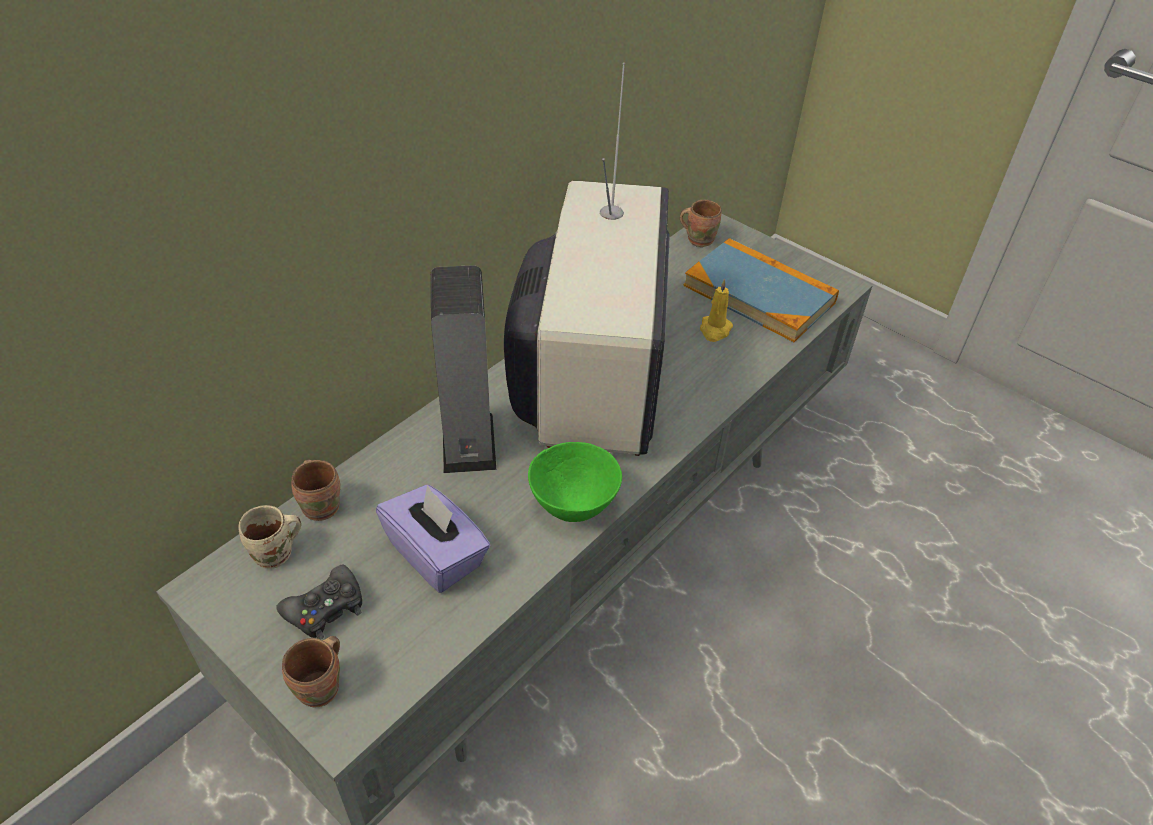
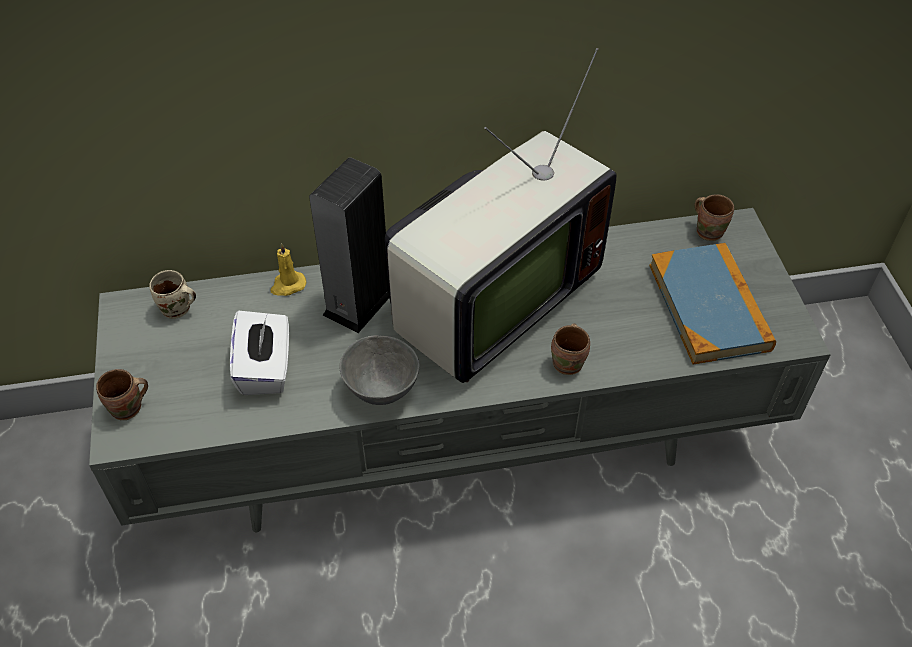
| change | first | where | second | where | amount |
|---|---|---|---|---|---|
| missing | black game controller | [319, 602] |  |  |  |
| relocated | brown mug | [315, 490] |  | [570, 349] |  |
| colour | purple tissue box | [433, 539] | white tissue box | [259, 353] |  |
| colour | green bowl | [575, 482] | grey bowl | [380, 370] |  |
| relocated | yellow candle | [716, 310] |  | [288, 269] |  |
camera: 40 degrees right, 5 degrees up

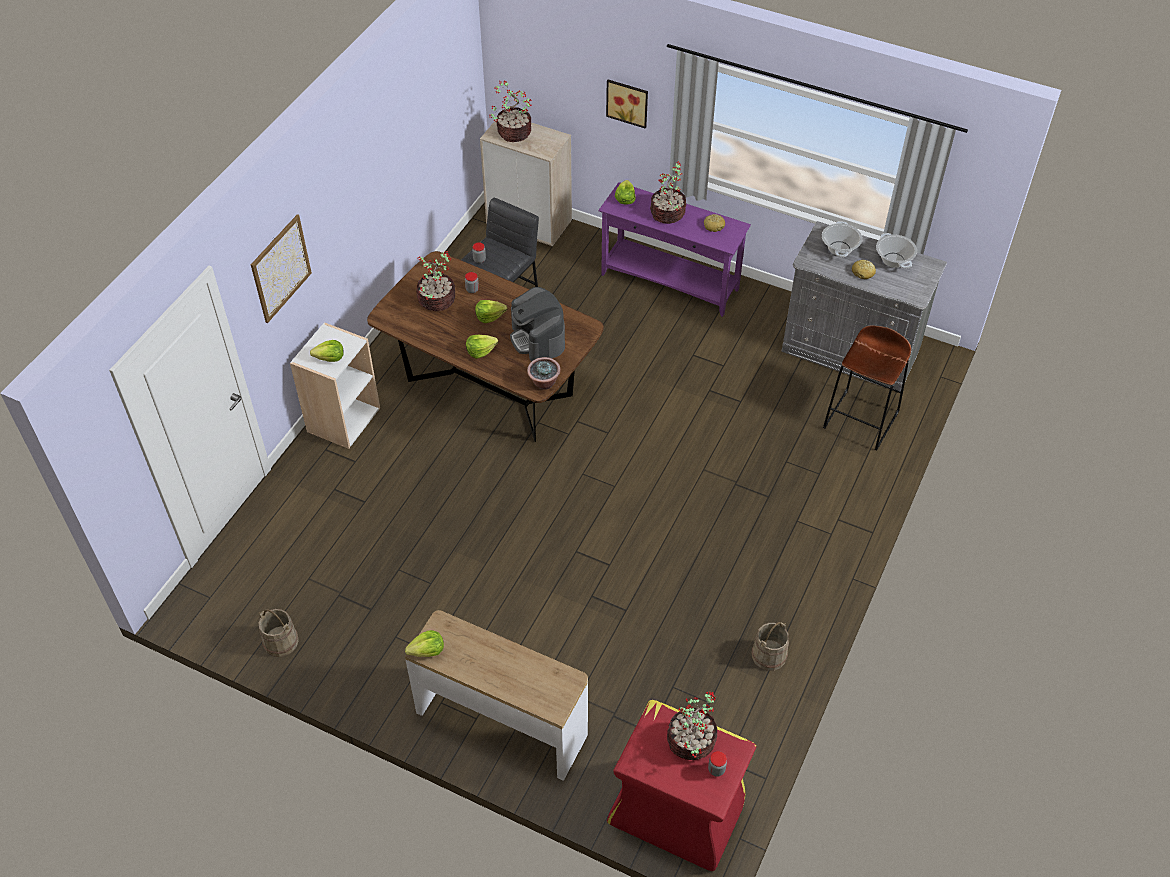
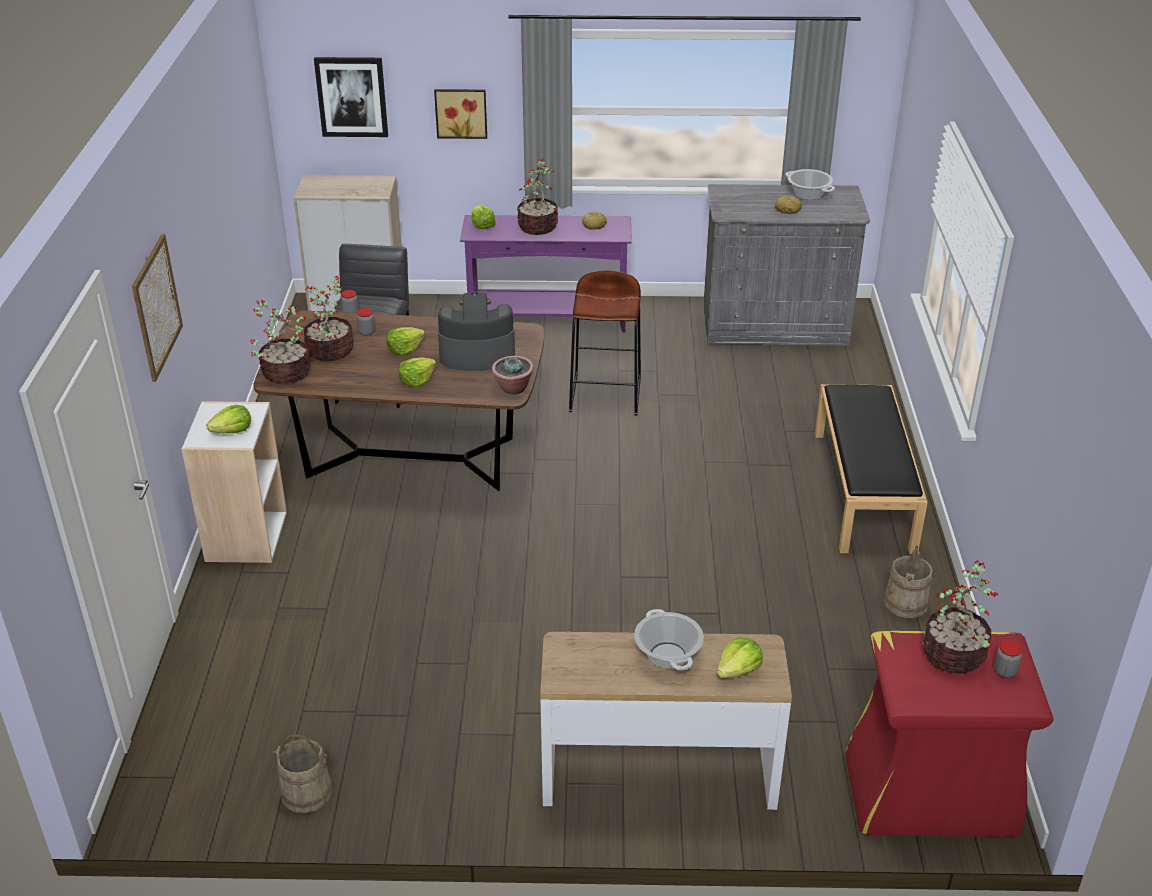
| change | first | where | second | where | amount |
|---|---|---|---|---|---|
| relocated | lettuce | [424, 643] |  | [740, 658] |  |
| relocated | potted plant | [510, 111] |  | [280, 342] |  |
| spun | coffee machine | [537, 324] |  | [476, 331] | 135 degrees clockwise |
| relocated | cooking pot | [842, 239] |  | [669, 639] |  |
| relocated | brown stool | [867, 387] |  | [605, 343] |  |
| appeared |  |  | picture | [351, 97] |  |
| appeared |  |  | black bench | [871, 469] |  |
camera: 25 degrees left, 15 degrees down

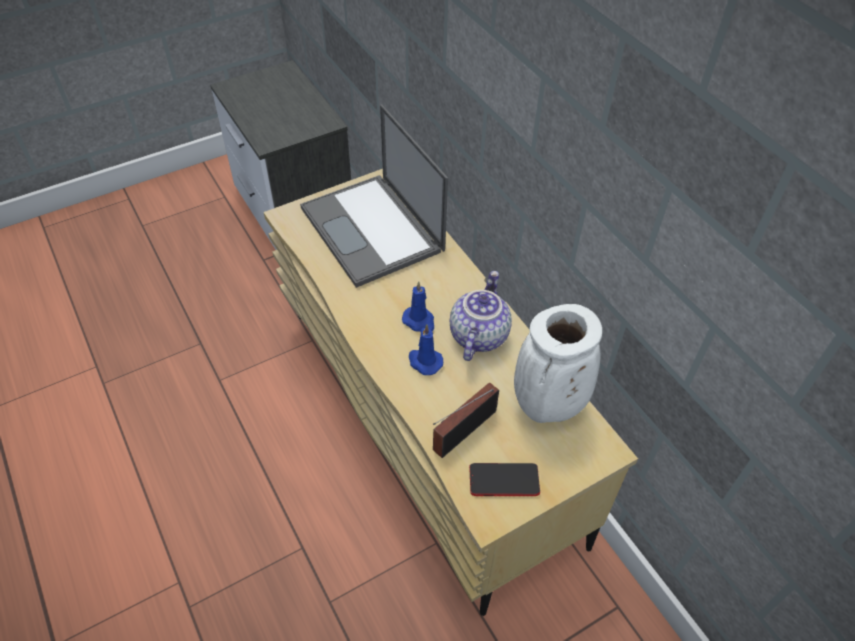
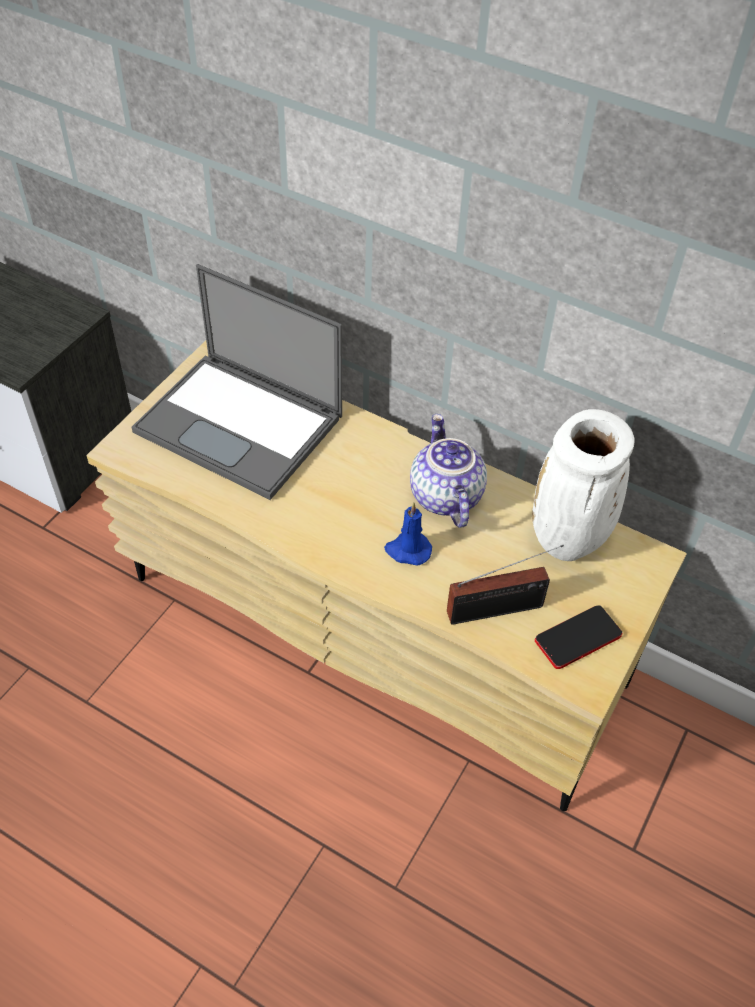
| change | first | where | second | where | amount |
|---|---|---|---|---|---|
| missing | blue candle | [418, 306] |  |  |  |
| spun | radio | [466, 420] |  | [505, 585] | 120 degrees counterclockwise |
camera: 30 degrees left, 0 degrees up

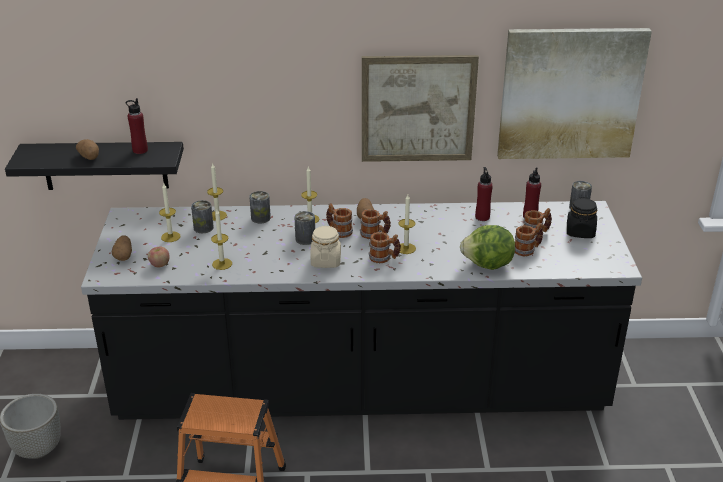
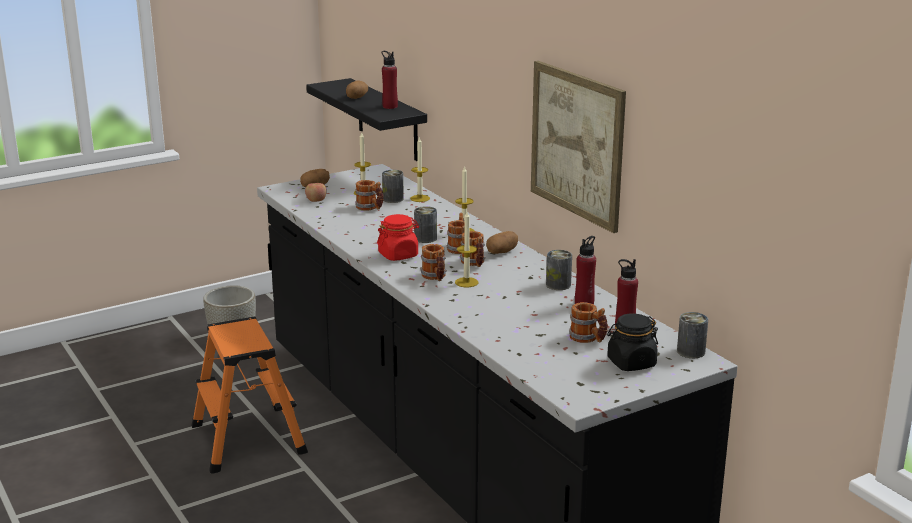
| change | first | where | second | where | amount |
|---|---|---|---|---|---|
| missing | candle | [221, 240] |  |  |  |
| relocated | can | [260, 207] |  | [559, 270] |  |
| colour | beige jar | [325, 247] | red jar | [398, 237] |  |
| missing | lettuce | [487, 247] |  |  |  |
| missing | picture | [574, 93] |  |  |  |
| relocated | mug | [529, 239] |  | [369, 195] |  |
camera: 60 degrees right, 10 degrees down

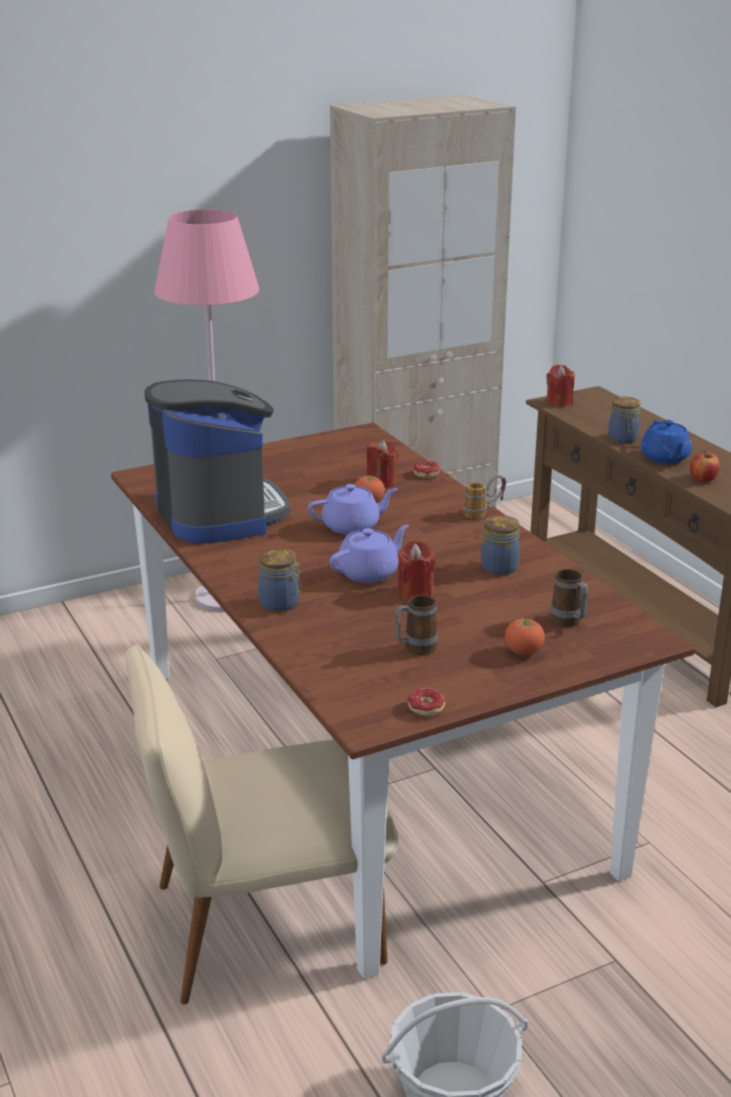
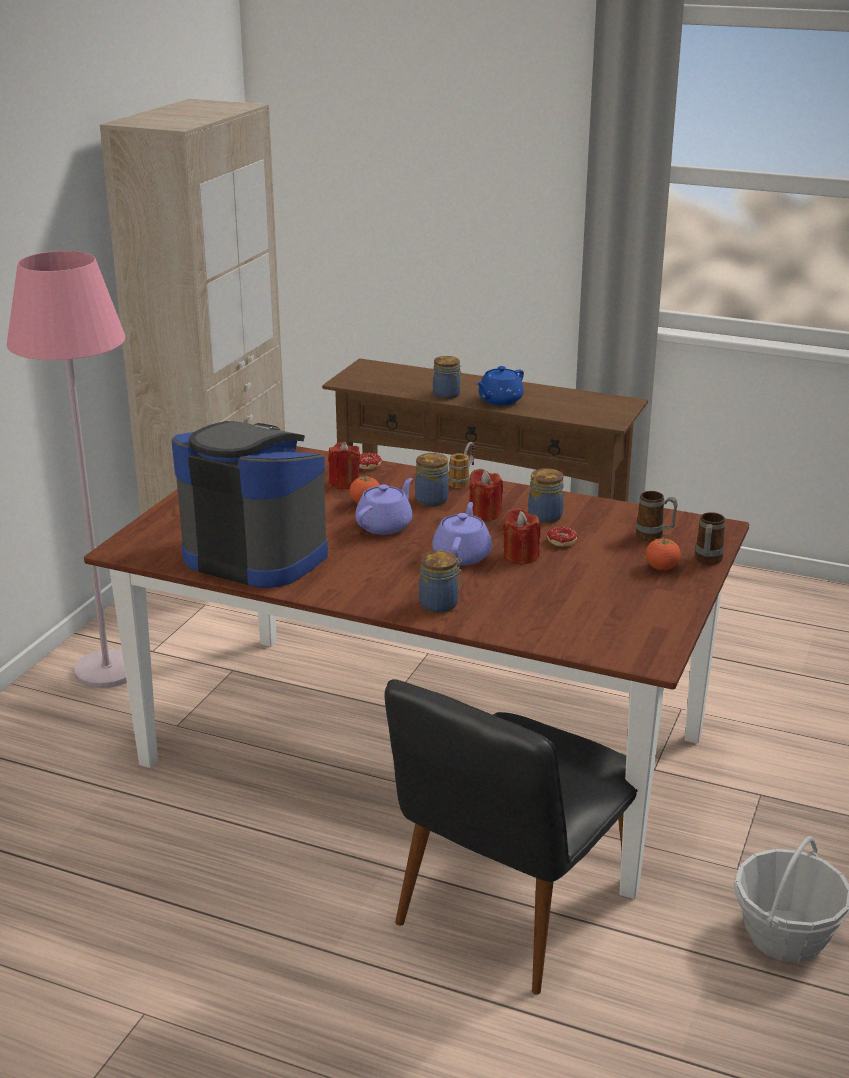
| change | first | where | second | where | amount |
|---|---|---|---|---|---|
| colour | beige chair | [261, 824] | black chair | [511, 836] |  |
| relocated | mug | [416, 625] |  | [710, 538] |  |
| relocated | donut | [426, 702] |  | [562, 537] |  |
| relocated | red candle | [560, 386] |  | [486, 495] |  |
| spun | blue teapot | [666, 442] |  | [500, 385] | 90 degrees clockwise |
| missing | apple | [705, 466] |  |  |  |
| appeared |  |  | jar | [432, 479] |  |
camera: 40 degrees left, 0 degrees up

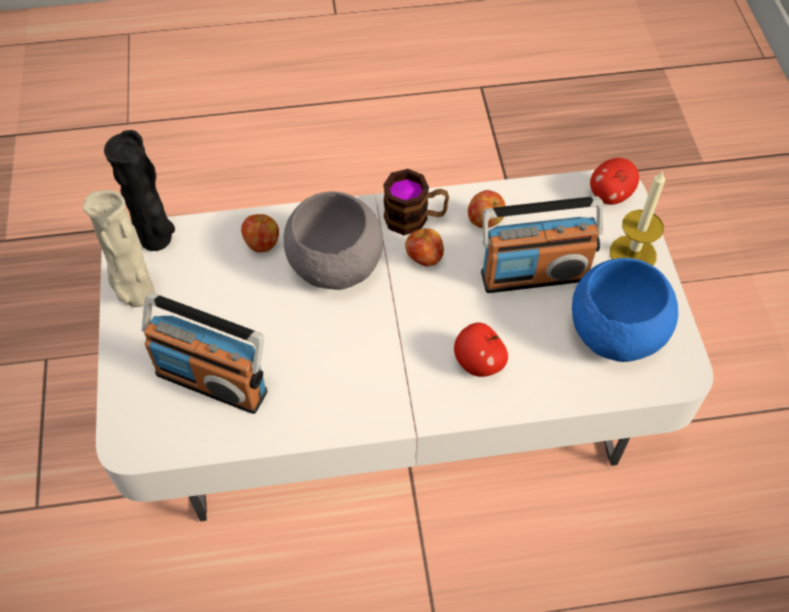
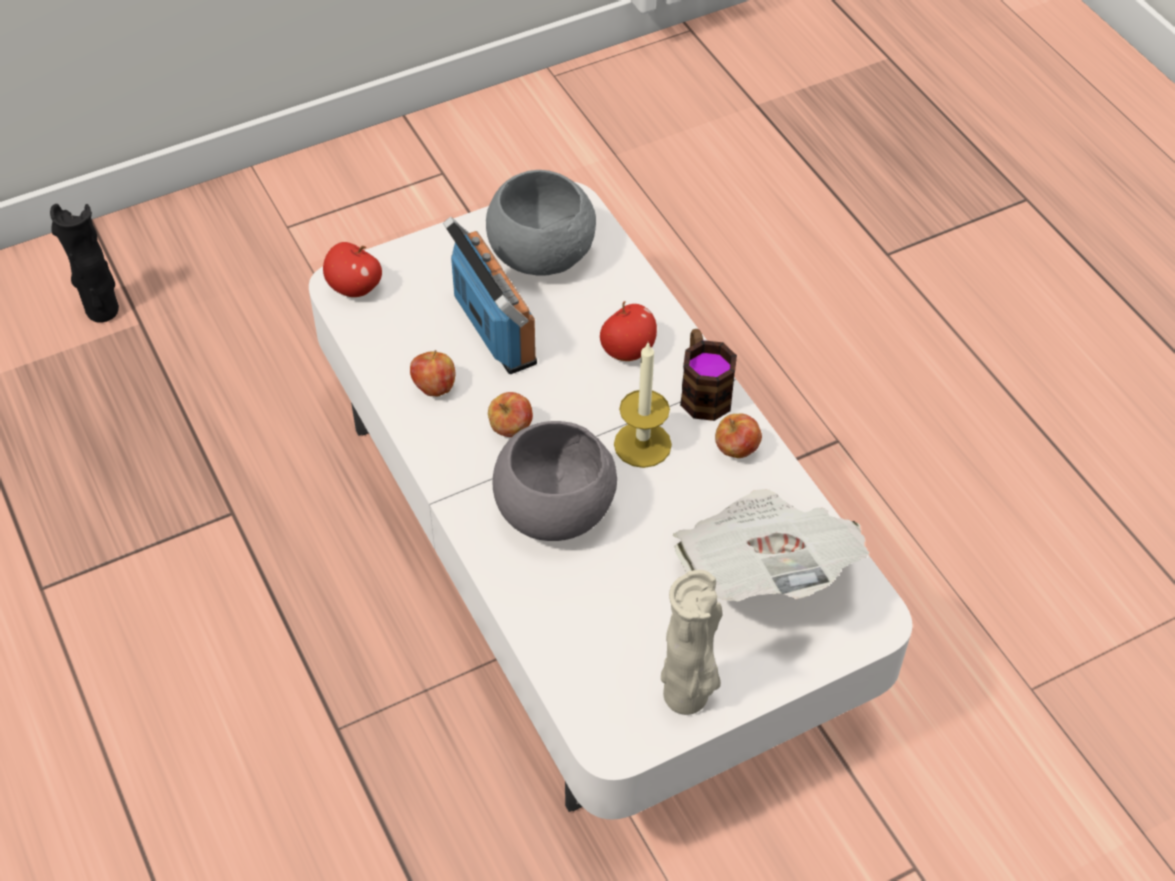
| change | first | where | second | where | amount |
|---|---|---|---|---|---|
| relocated | black vase | [139, 190] |  | [84, 263] |  |
| exchanged | radio | [205, 353] | newspaper | [771, 545] |  |
| relocated | apple | [260, 233] |  | [738, 435] |  |
| relocated | mug | [416, 202] |  | [708, 375] |  |
| colour | blue bowl | [625, 310] | grey bowl | [541, 223] |  |
| relocated | candle | [637, 218] |  | [643, 405] |  |
camera: 110 degrees left, 5 degrees down

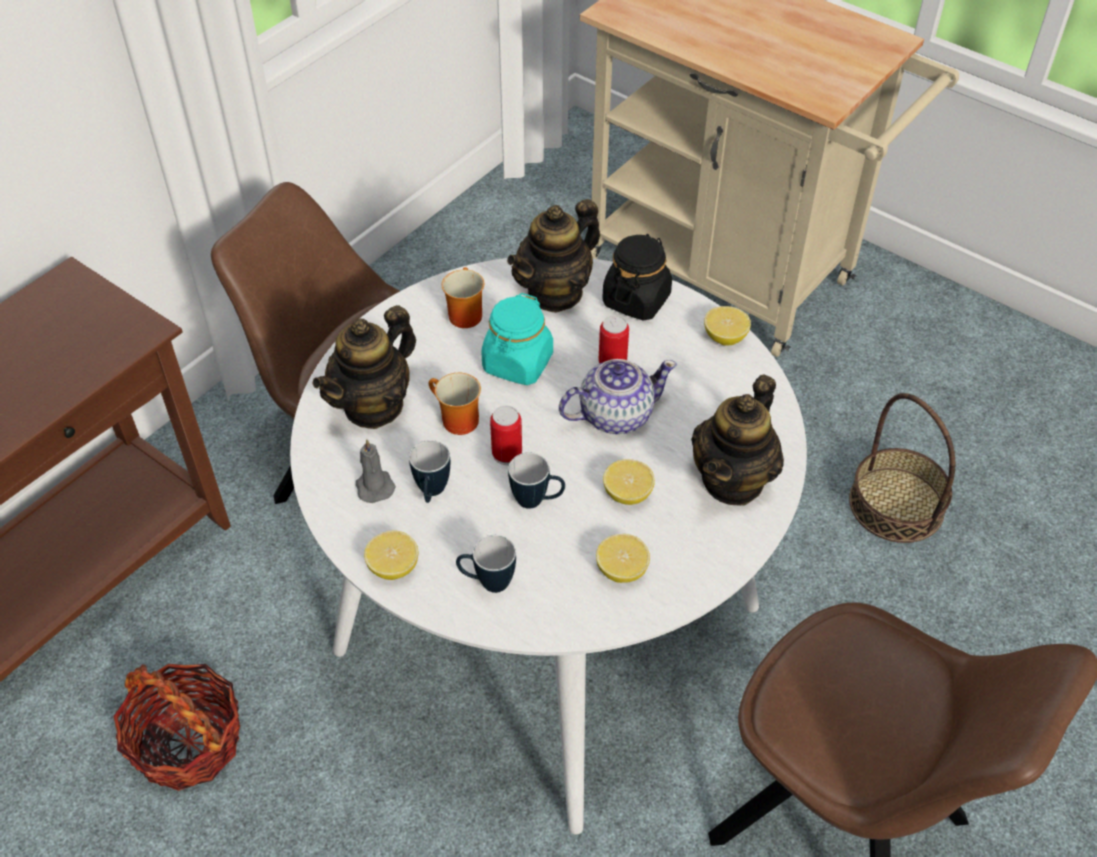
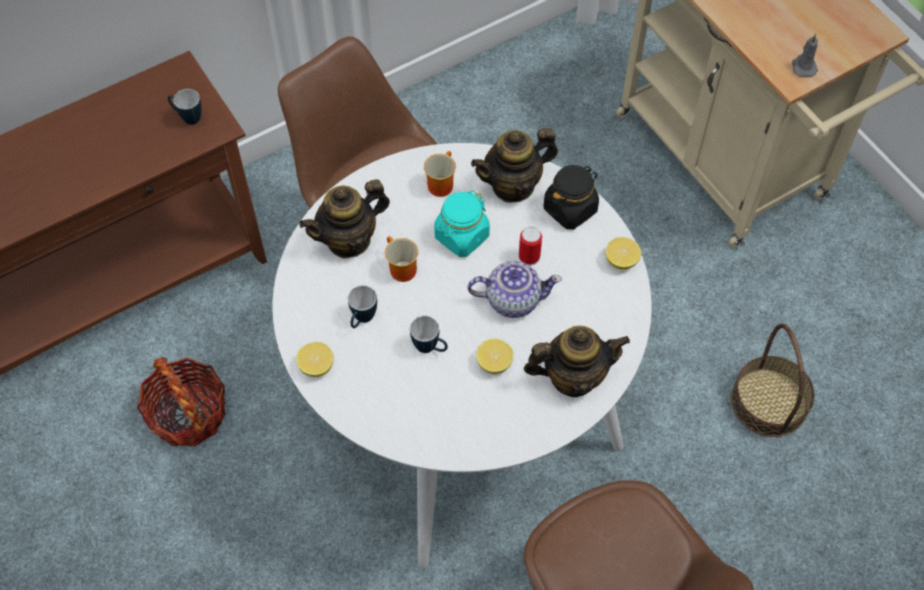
| change | first | where | second | where | amount |
|---|---|---|---|---|---|
| relocated | grey candle | [376, 471] |  | [805, 55] |  |
| relocated | mug | [486, 564] |  | [184, 107] |  |
| missing | can | [506, 435] |  |  |  |
| missing | lemon | [623, 558] |  |  |  |
| spun | teapot | [737, 440] |  | [577, 361] | 150 degrees counterclockwise |
camera: 20 degrees right, 10 degrees up

